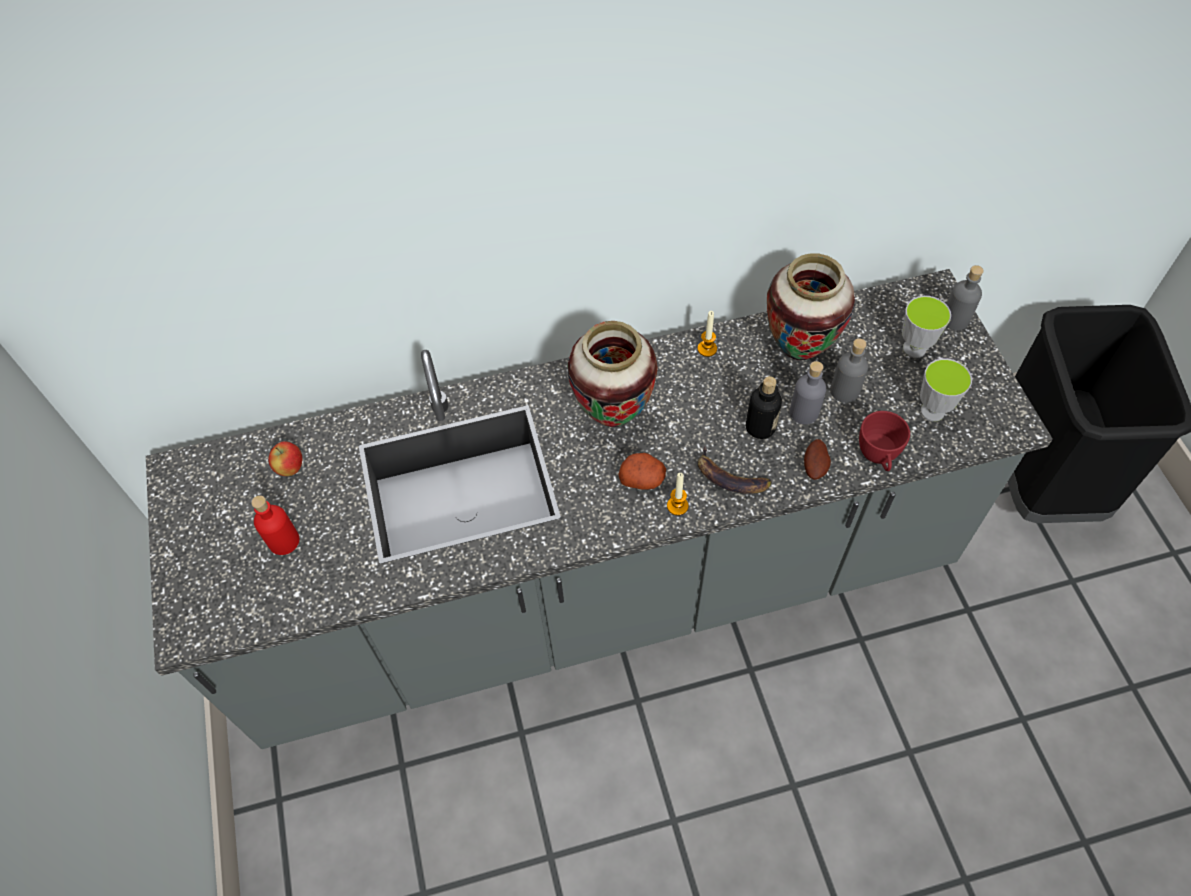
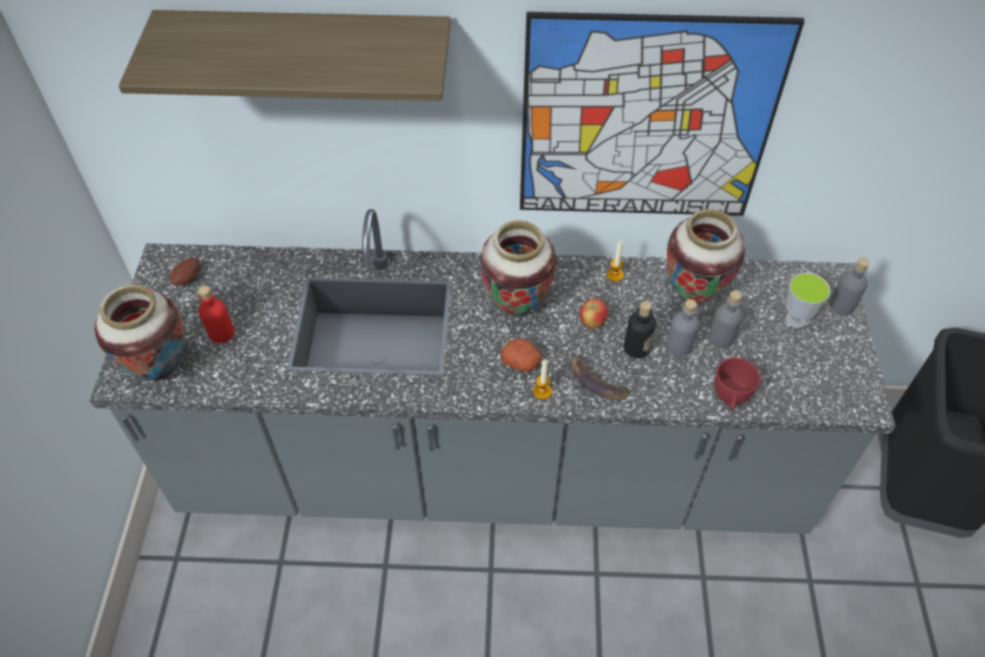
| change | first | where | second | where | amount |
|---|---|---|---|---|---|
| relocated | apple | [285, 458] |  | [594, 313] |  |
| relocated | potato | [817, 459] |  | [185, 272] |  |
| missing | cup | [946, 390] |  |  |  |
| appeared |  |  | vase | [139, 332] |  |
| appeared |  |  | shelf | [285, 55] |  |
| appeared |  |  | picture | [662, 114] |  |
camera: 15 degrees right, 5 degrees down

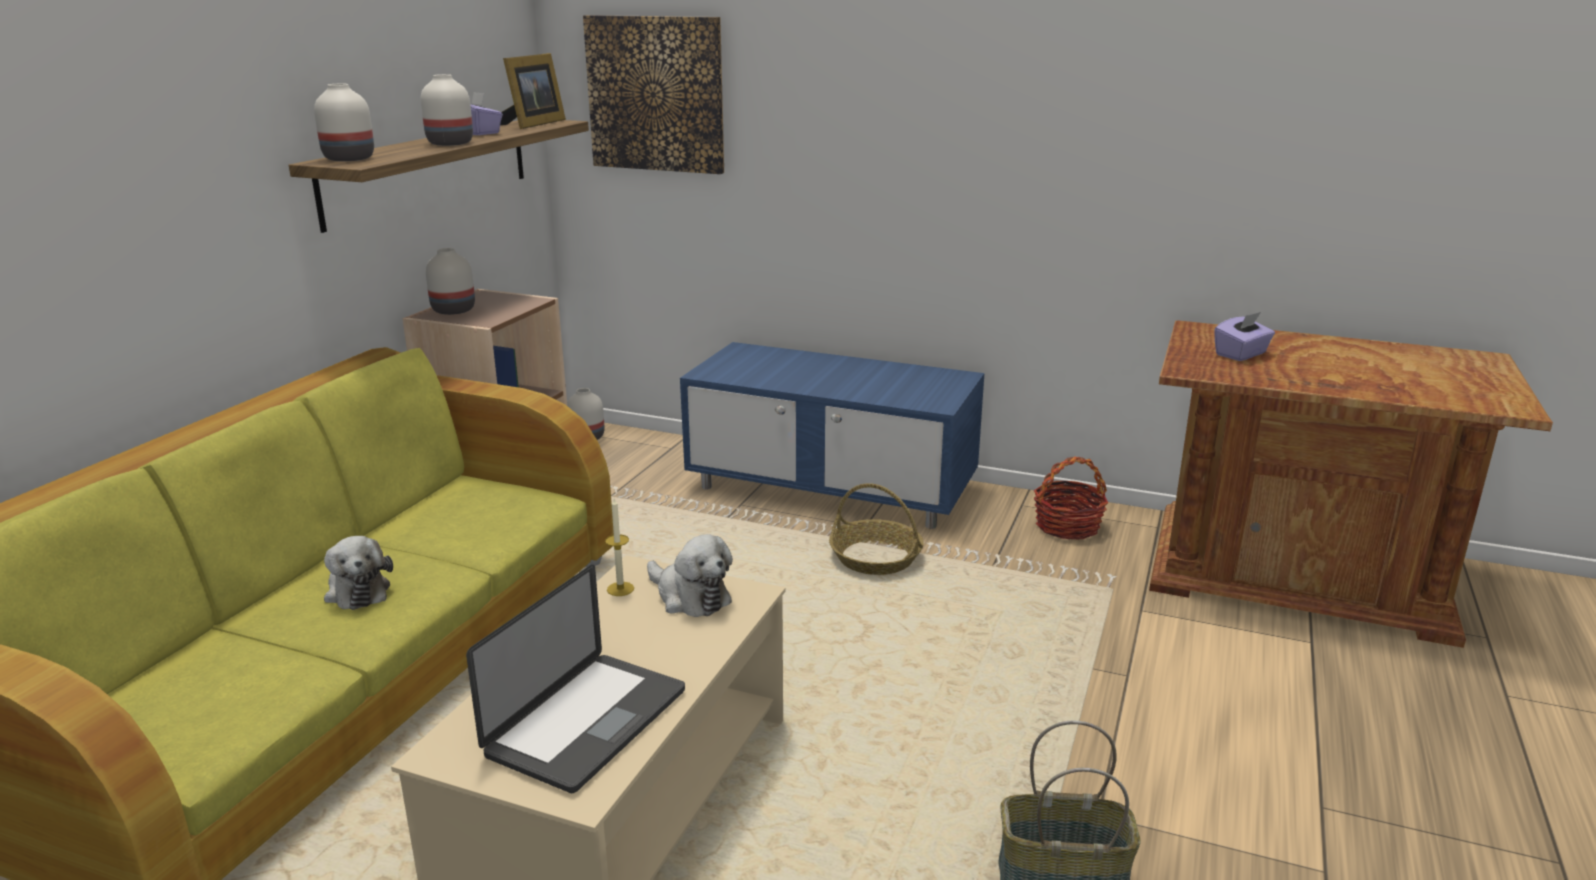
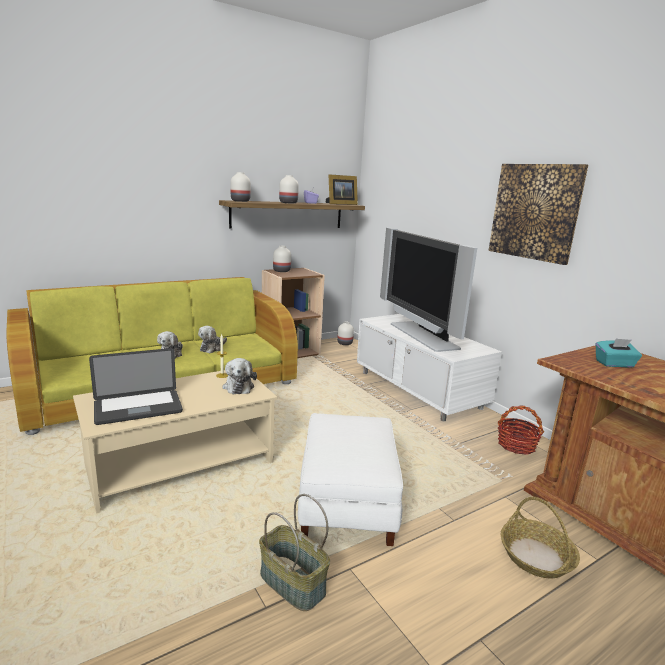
| change | first | where | second | where | amount |
|---|---|---|---|---|---|
| relocated | picture | [653, 94] |  | [538, 214] |  |
| colour | blue tv stand | [832, 435] | white tv stand | [429, 367] |  |
| relocated | basket | [876, 529] |  | [540, 537] |  |
| colour | purple tissue box | [1244, 336] | turquoise tissue box | [619, 353] |  |
| appeared |  |  | plush toy | [212, 339] |  |
| appeared |  |  | white ottoman | [350, 479] |  |
| appeared |  |  | television | [428, 289] |  |
camera: 35 degrees right, 5 degrees down

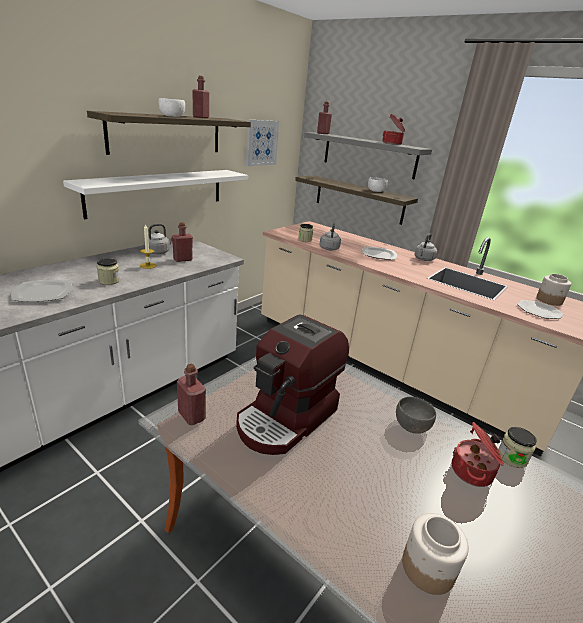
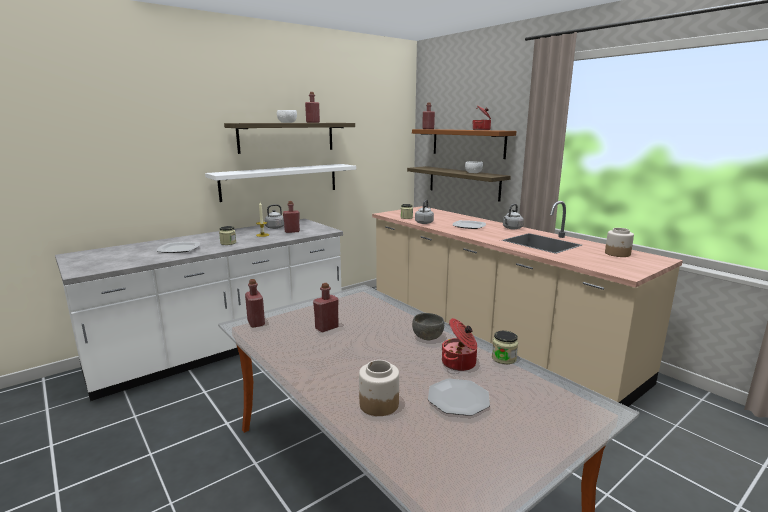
| change | first | where | second | where | amount |
|---|---|---|---|---|---|
| exchanged | coffee machine | [292, 384] | red bottle | [326, 307] |  |
| missing | picture | [262, 142] |  |  |  |
| colour | grey shelf | [368, 155] | brown shelf | [464, 144] |  |
| relocated | plate | [540, 309] |  | [459, 397] |  |
camera: 15 degrees right, 10 degrees down

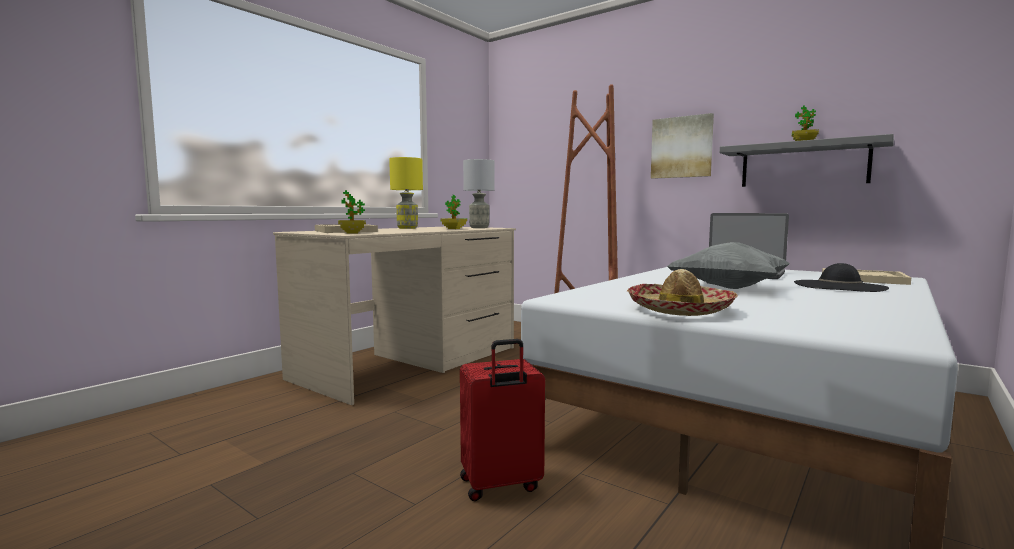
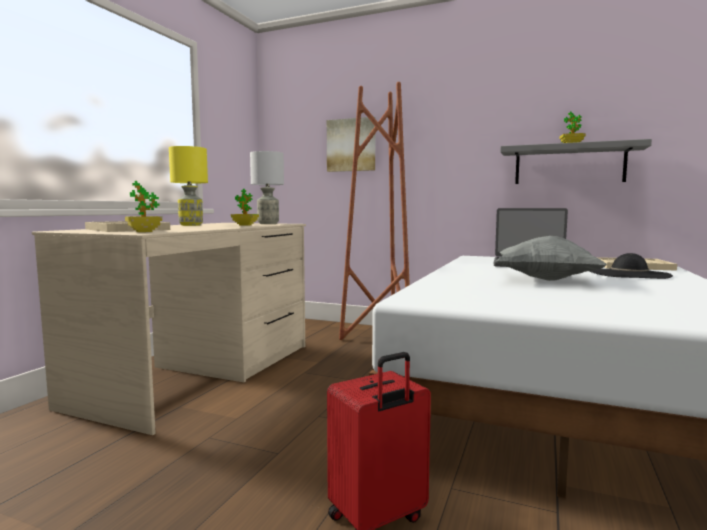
| change | first | where | second | where | amount |
|---|---|---|---|---|---|
| missing | hat | [682, 292] |  |  |  |
| relocated | picture | [682, 146] |  | [351, 144] |  |
camera: 15 degrees left, 0 degrees up

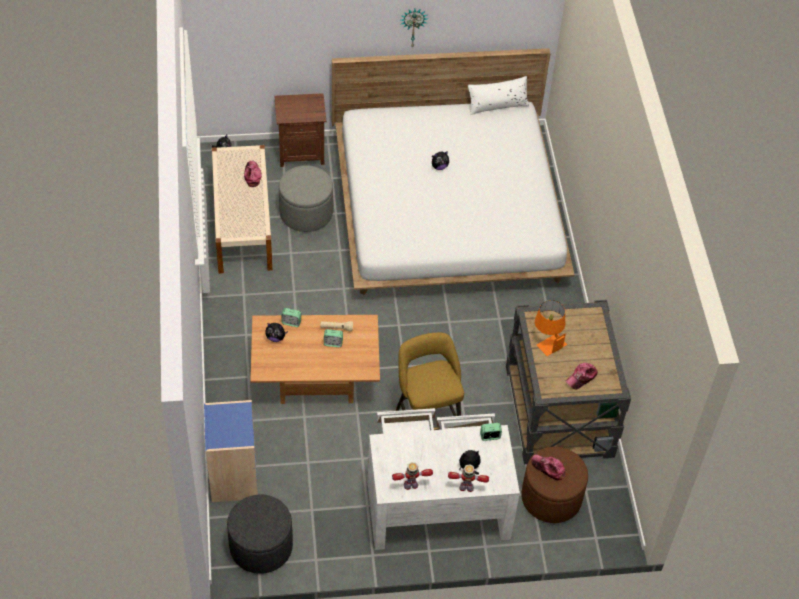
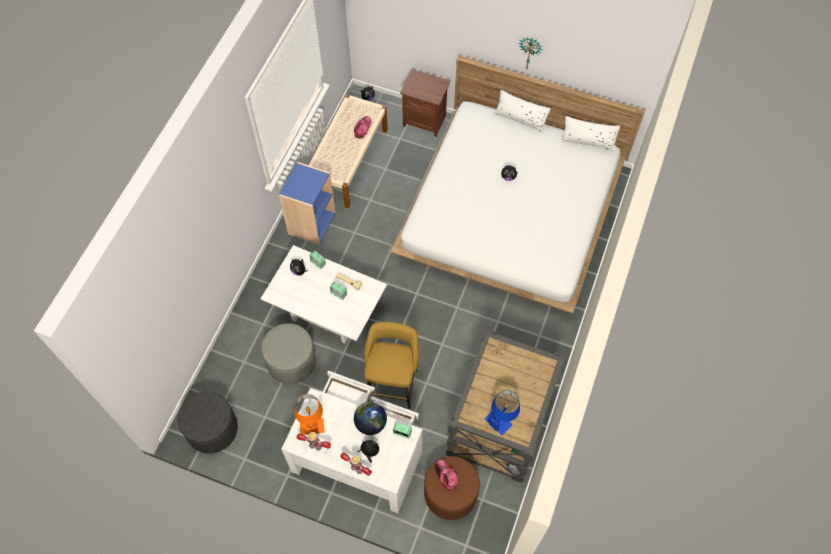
| change | first | where | second | where | amount |
|---|---|---|---|---|---|
| relocated | blue bookcase | [231, 451] |  | [307, 203] |  |
| colour | brown coffee table | [315, 359] | white coffee table | [324, 294] |  |
| relocated | grey ottoman | [306, 198] |  | [288, 353] |  |
| relocated | orange table lamp | [551, 328] |  | [310, 414] |  |
| exchanged | cap | [582, 376] | blue table lamp | [502, 412] |  |
| appeared |  |  | globe | [370, 418] |  |
| appeared |  |  | white pillow | [522, 111] |  |
camera: 30 degrees right, 10 degrees up

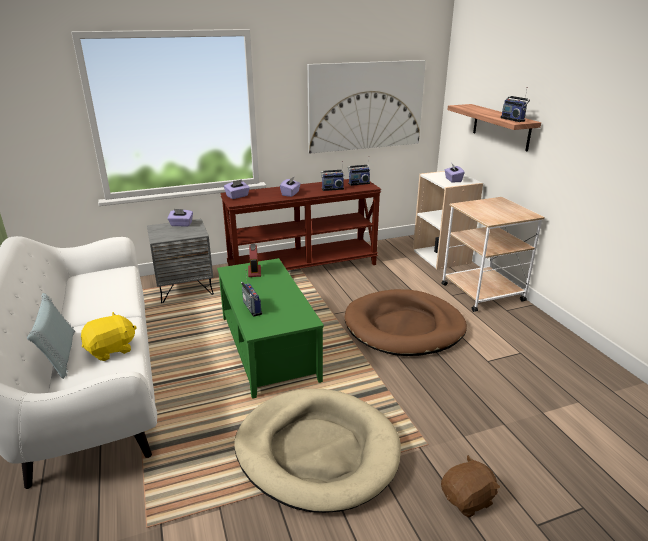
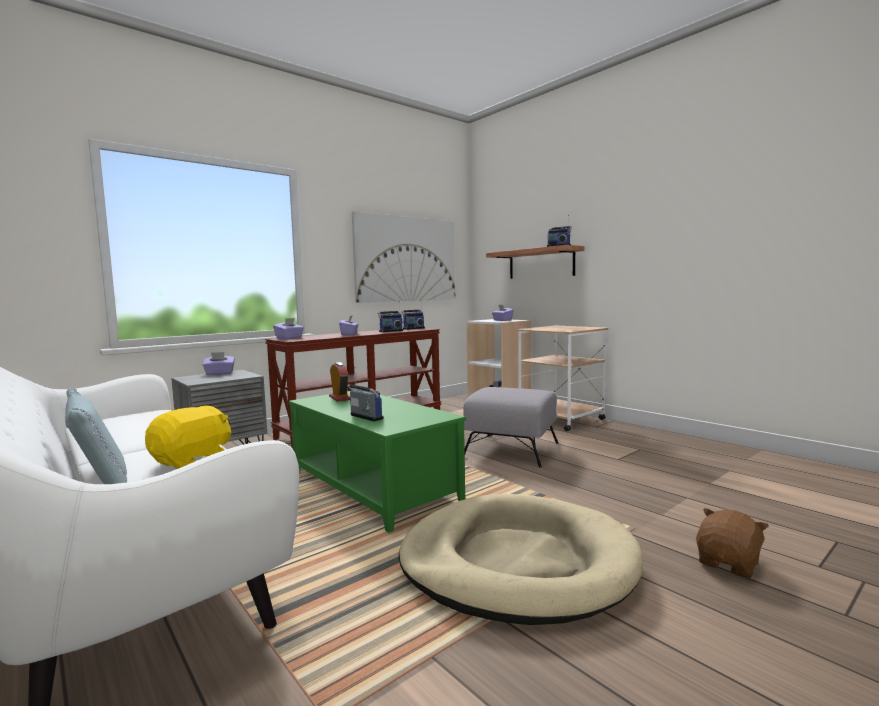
| change | first | where | second | where | amount |
|---|---|---|---|---|---|
| exchanged | brown dog bed | [406, 322] | grey ottoman | [511, 427] |  |
camera: 20 degrees left, 20 degrees down

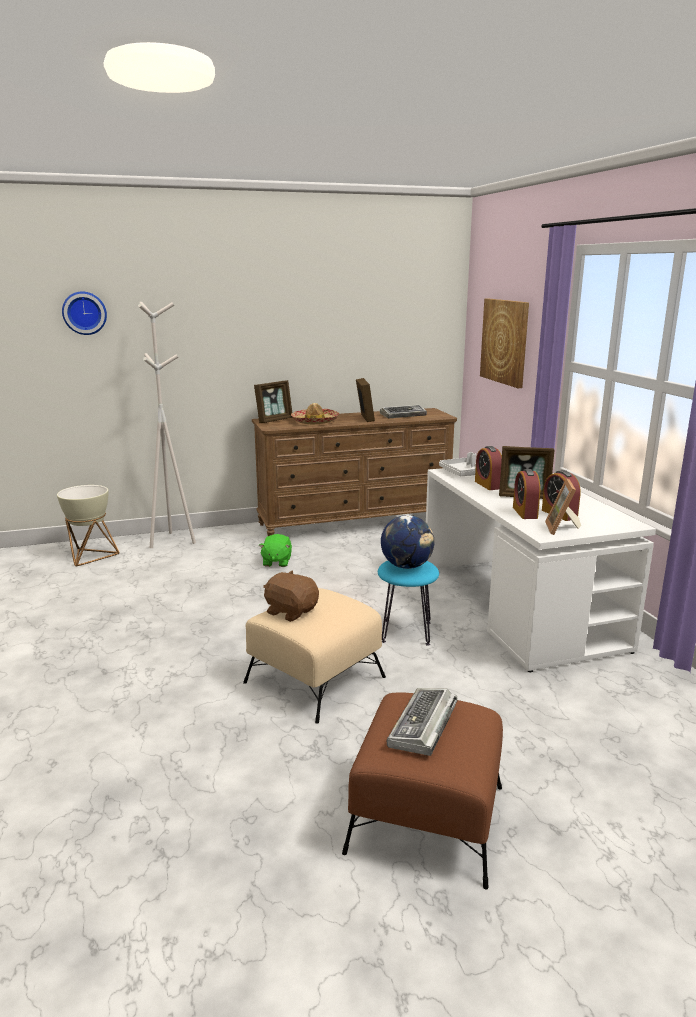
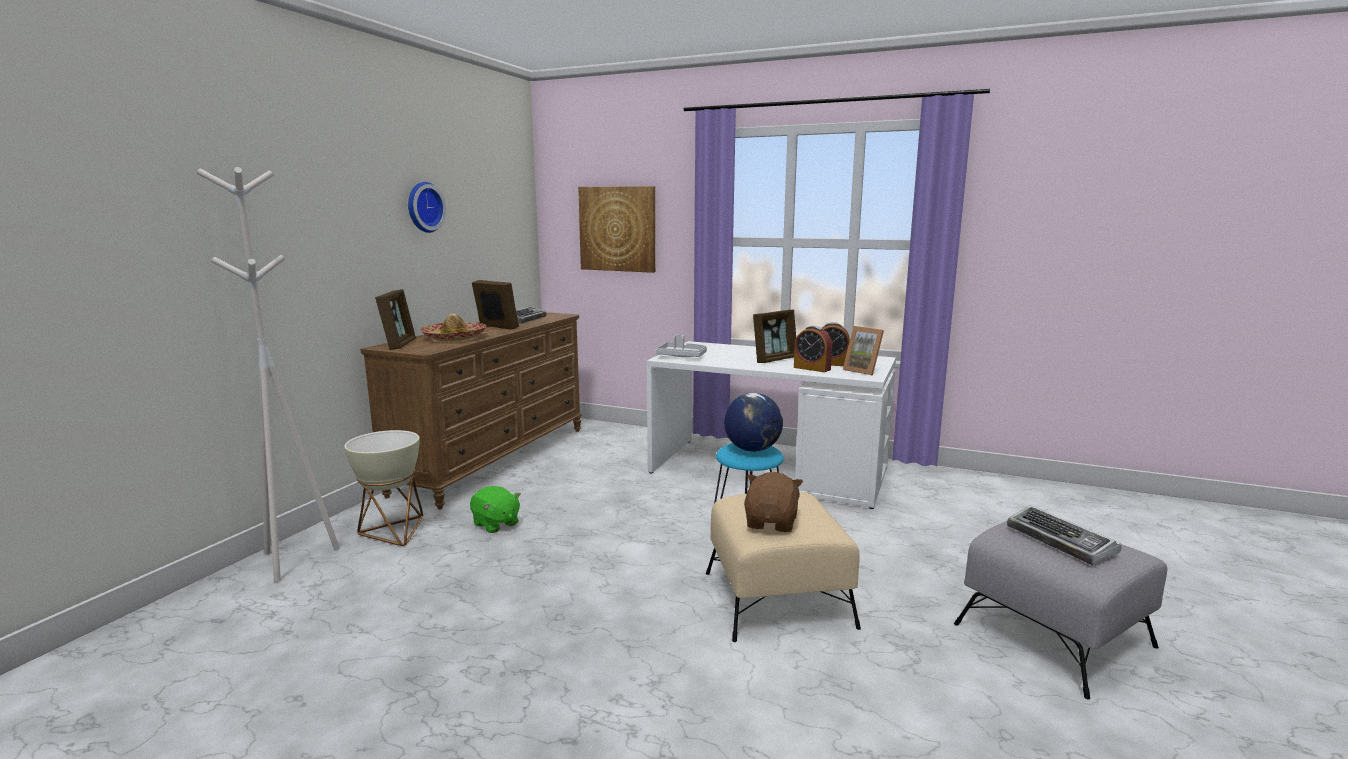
| change | first | where | second | where | amount |
|---|---|---|---|---|---|
| relocated | planter | [88, 526] |  | [383, 488] |  |
| relocated | wall clock | [84, 313] |  | [427, 207] |  |
| spun | brown plush toy | [291, 596] |  | [773, 502] | 120 degrees clockwise |
| colour | brown ottoman | [422, 791] | grey ottoman | [1060, 610] |  |
| missing | alarm clock | [488, 468] |  |  |  |
camera: 50 degrees left, 5 degrees down

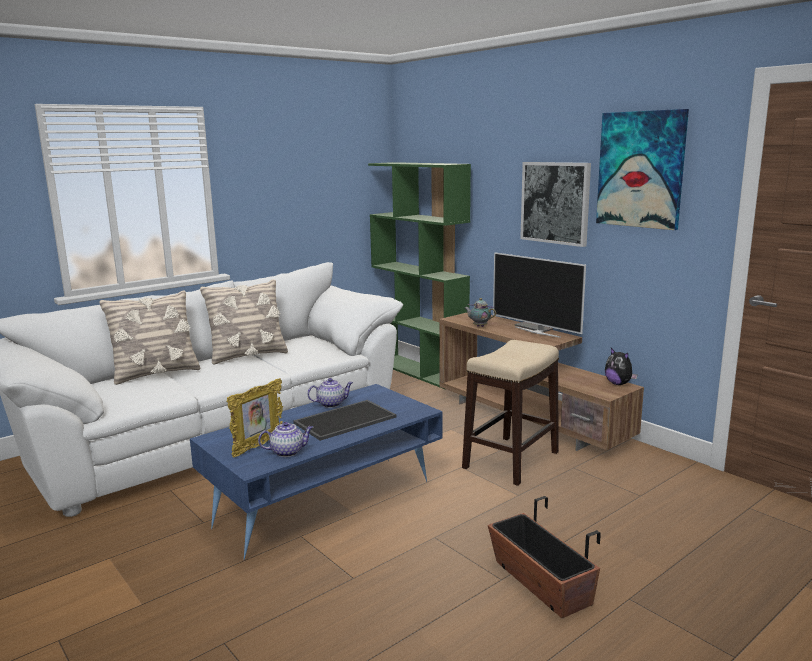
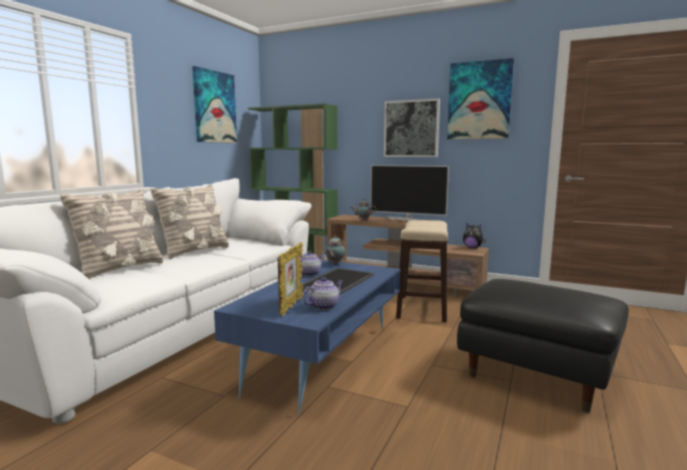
| change | first | where | second | where | amount |
|---|---|---|---|---|---|
| exchanged | planter | [544, 557] | black ottoman | [543, 346] |  |
| appeared |  |  | picture | [214, 104] |  |
| appeared |  |  | teapot | [335, 250] |  |
camera: 25 degrees left, 5 degrees down

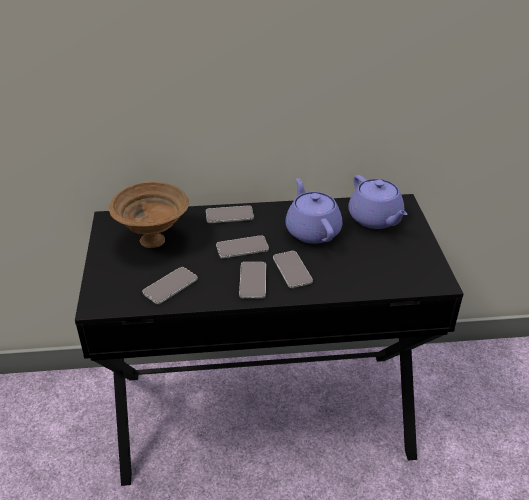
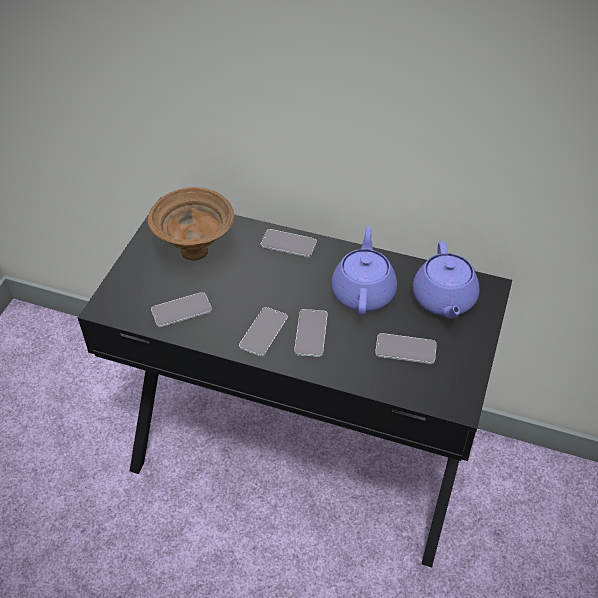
| change | first | where | second | where | amount |
|---|---|---|---|---|---|
| relocated | phone | [242, 247] |  | [406, 348] |  |
camera: 25 degrees right, 10 degrees up

